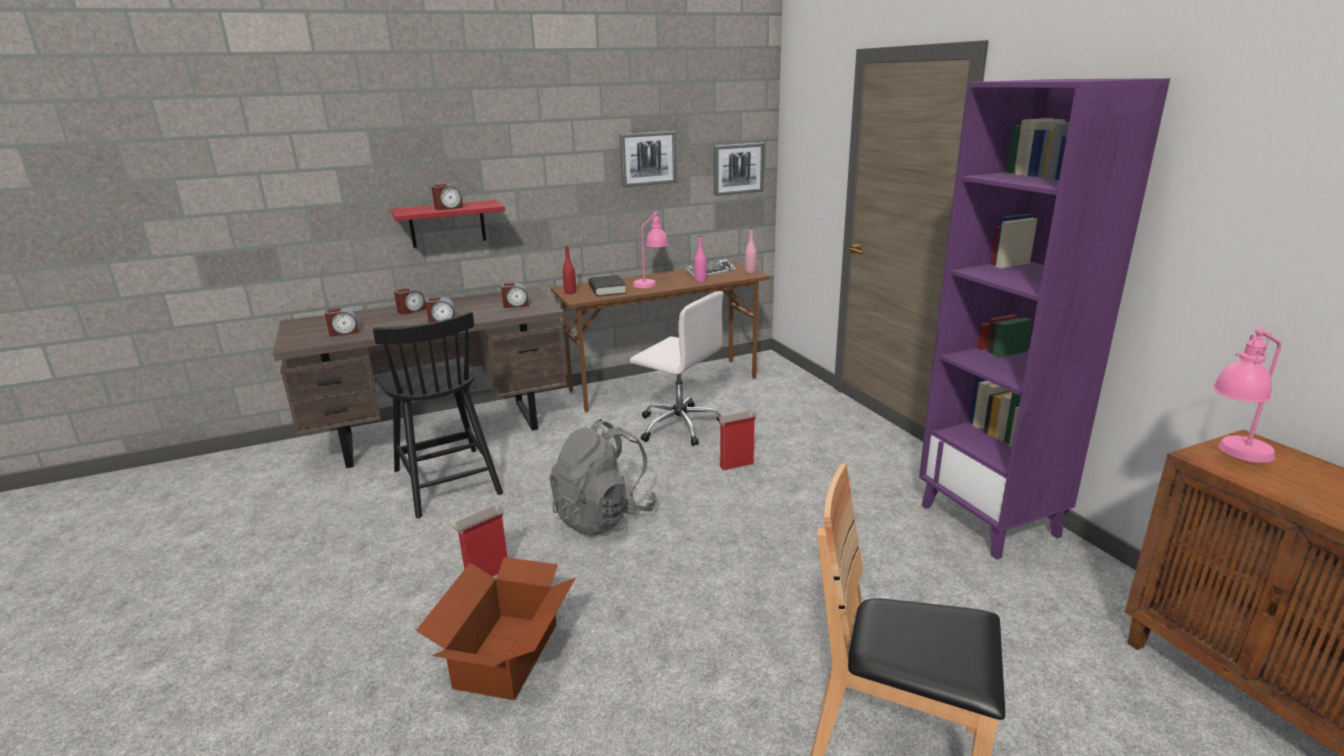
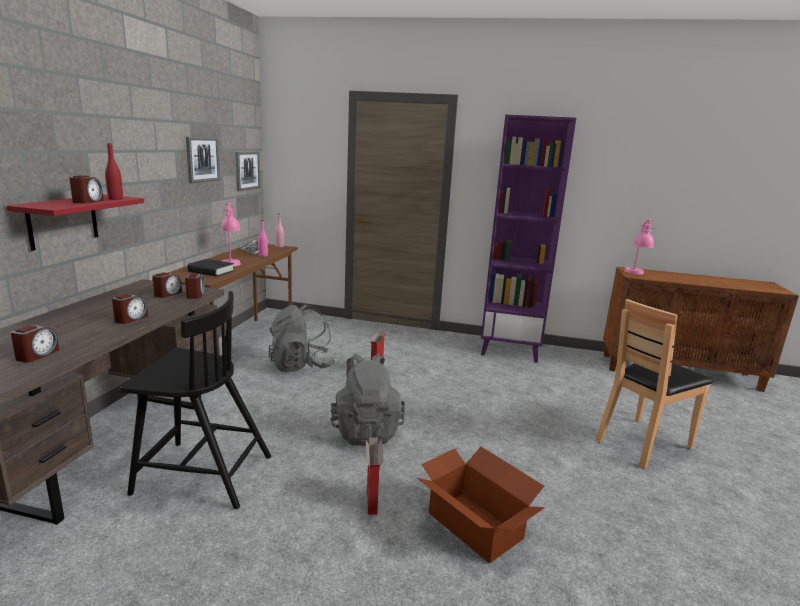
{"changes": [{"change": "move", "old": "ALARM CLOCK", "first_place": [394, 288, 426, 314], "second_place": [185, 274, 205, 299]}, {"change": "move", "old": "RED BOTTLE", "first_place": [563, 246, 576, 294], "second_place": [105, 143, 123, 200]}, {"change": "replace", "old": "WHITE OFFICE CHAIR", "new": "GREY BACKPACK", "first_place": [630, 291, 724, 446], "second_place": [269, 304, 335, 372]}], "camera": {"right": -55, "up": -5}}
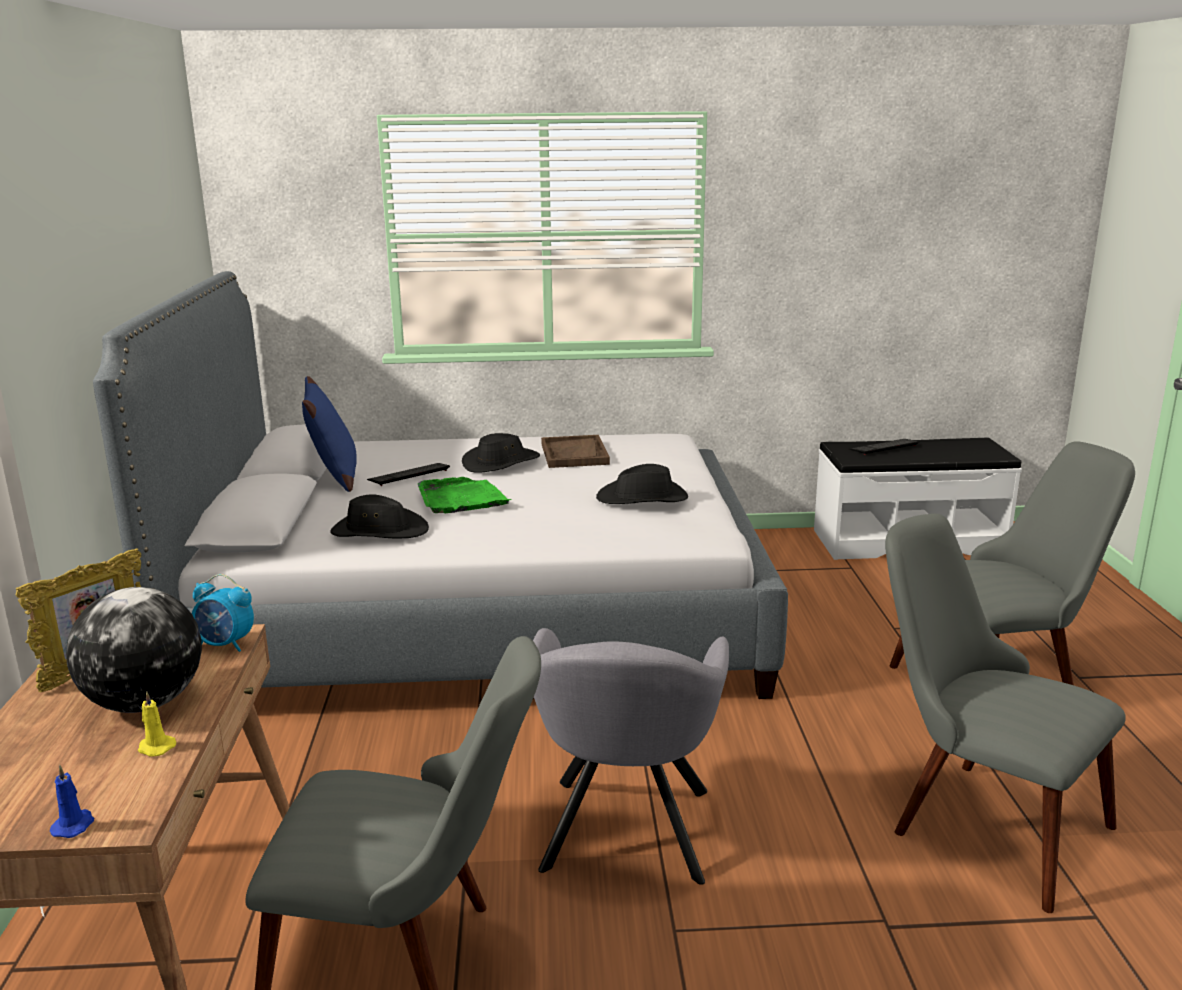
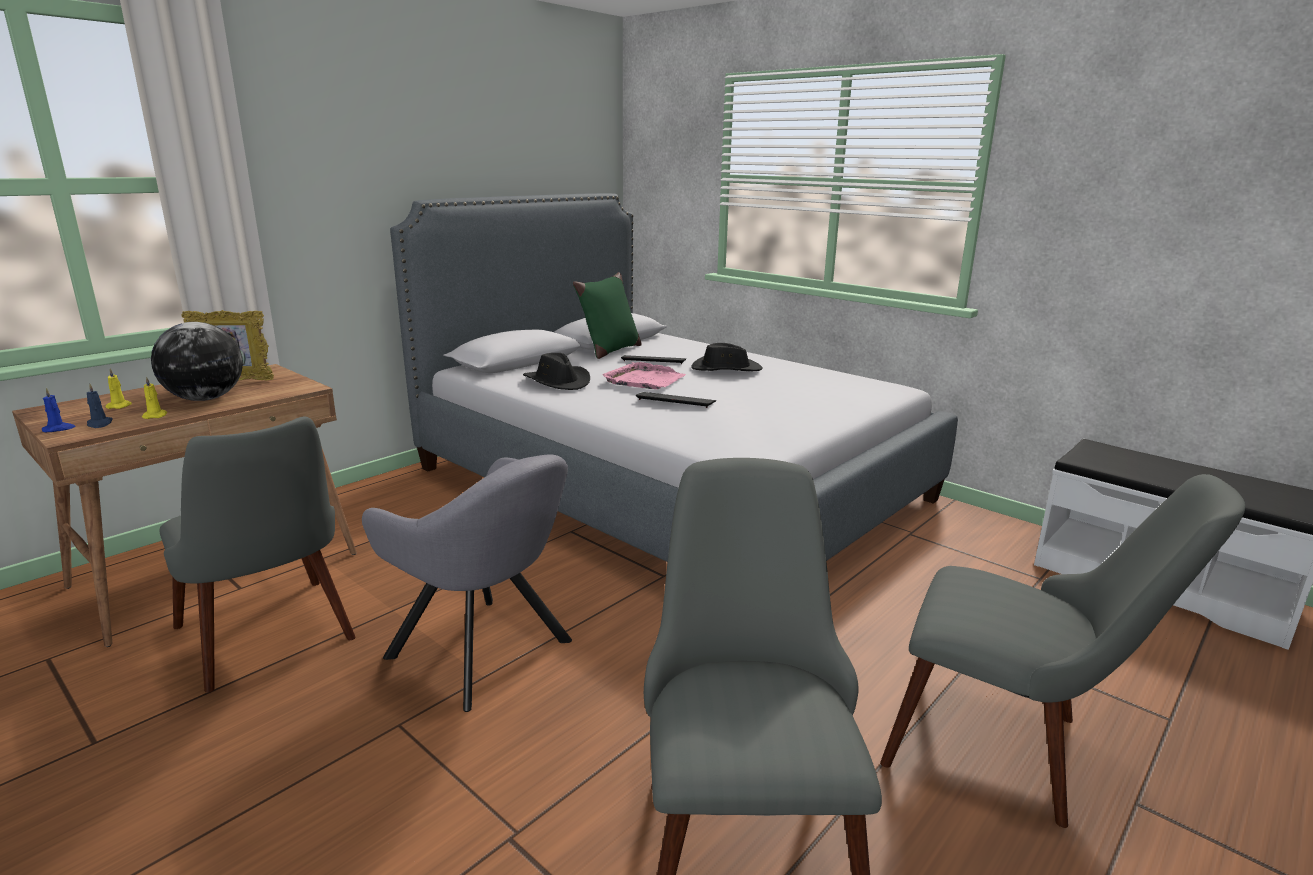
{"changes": [{"change": "delete", "old": "ALARM CLOCK", "first_place": [192, 574, 254, 652]}, {"change": "delete", "old": "BROWN TRAY", "first_place": [541, 435, 610, 468]}, {"change": "delete", "old": "BLACK HAT", "first_place": [596, 464, 688, 504]}, {"change": "insert", "new": "BLUE CANDLE", "second_place": [87, 383, 113, 428]}, {"change": "insert", "new": "YELLOW CANDLE", "second_place": [106, 368, 132, 409]}, {"change": "move", "old": "KEYBOARD", "first_place": [849, 439, 920, 455], "second_place": [636, 392, 716, 408]}, {"change": "recolor", "old": "BLUE PILLOW", "new": "GREEN PILLOW", "first_place": [302, 376, 357, 492], "second_place": [573, 272, 642, 359]}, {"change": "recolor", "old": "GREEN TRAY", "new": "PINK TRAY", "first_place": [417, 477, 512, 513], "second_place": [602, 362, 686, 389]}, {"change": "rotate", "old": "GREY ARMCHAIR", "first_place": [533, 628, 729, 885], "second_place": [362, 455, 572, 712], "degrees": -105}], "camera": {"right": 45, "up": 0}}
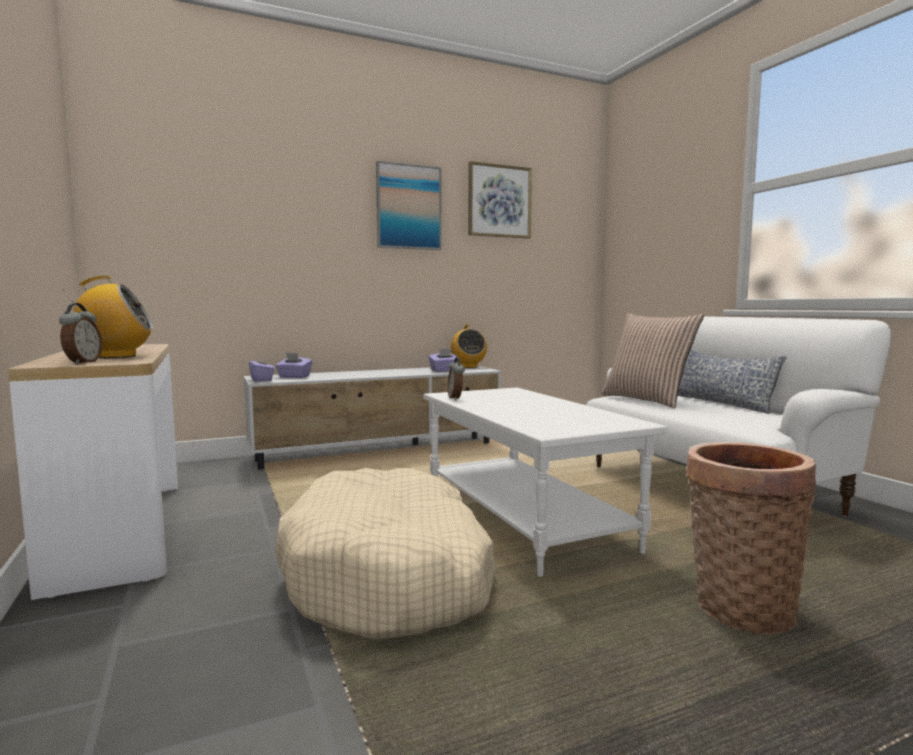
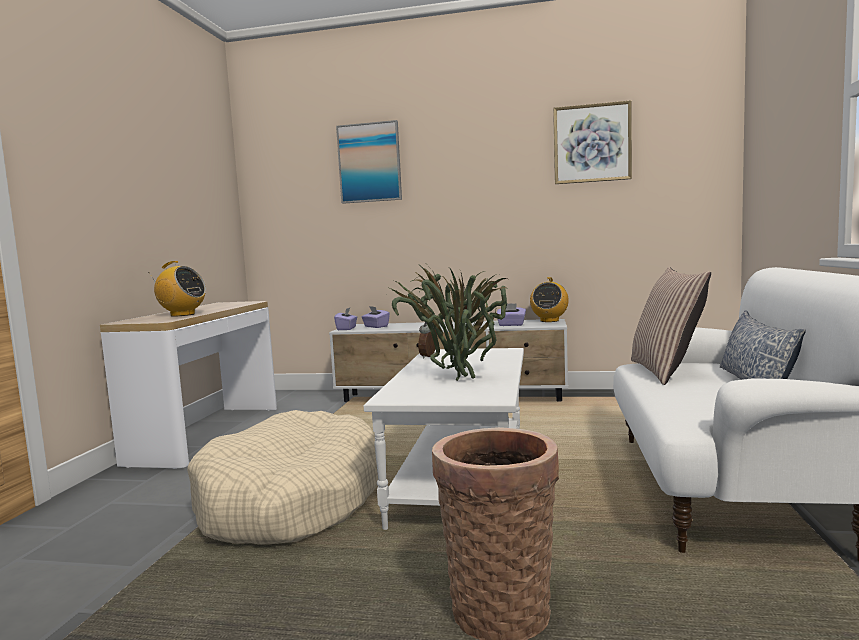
{"changes": [{"change": "delete", "old": "ALARM CLOCK", "first_place": [59, 303, 102, 365]}, {"change": "insert", "new": "POTTED PLANT", "second_place": [388, 266, 507, 381]}, {"change": "move", "old": "PICTURE", "first_place": [376, 161, 442, 250], "second_place": [336, 120, 402, 204]}], "camera": {"right": 35, "up": 0}}
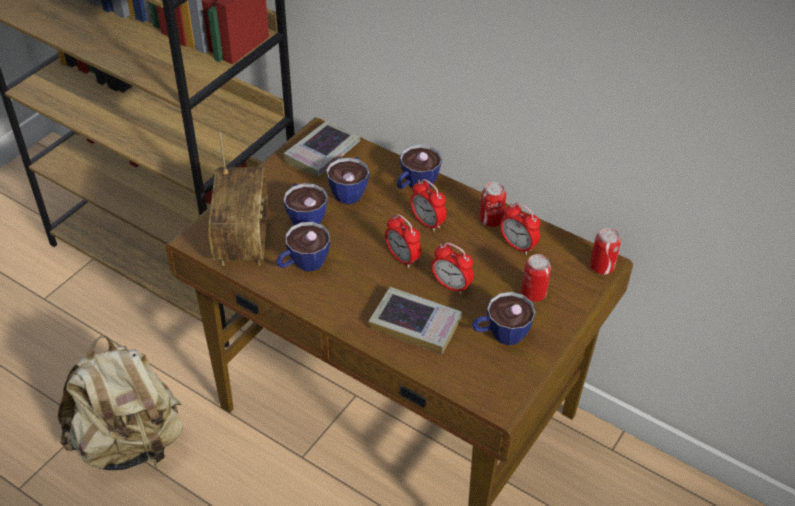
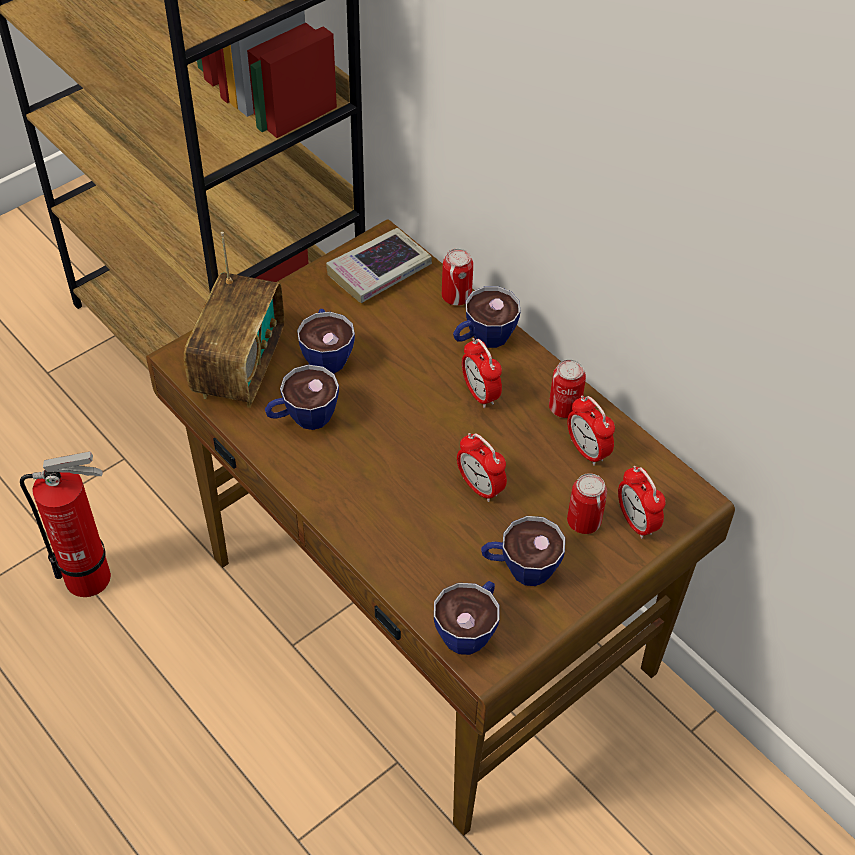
{"changes": [{"change": "delete", "old": "BOOK", "first_place": [368, 287, 462, 354]}, {"change": "move", "old": "CUP", "first_place": [326, 157, 369, 204], "second_place": [434, 581, 500, 655]}, {"change": "move", "old": "ALARM CLOCK", "first_place": [385, 214, 421, 268], "second_place": [618, 466, 666, 539]}, {"change": "move", "old": "CAN", "first_place": [590, 228, 621, 274], "second_place": [442, 249, 473, 305]}, {"change": "replace", "old": "BEIGE BACKPACK", "new": "FIRE EXTINGUISHER", "first_place": [58, 335, 183, 470], "second_place": [20, 452, 111, 597]}], "camera": {"right": 15, "up": 5}}
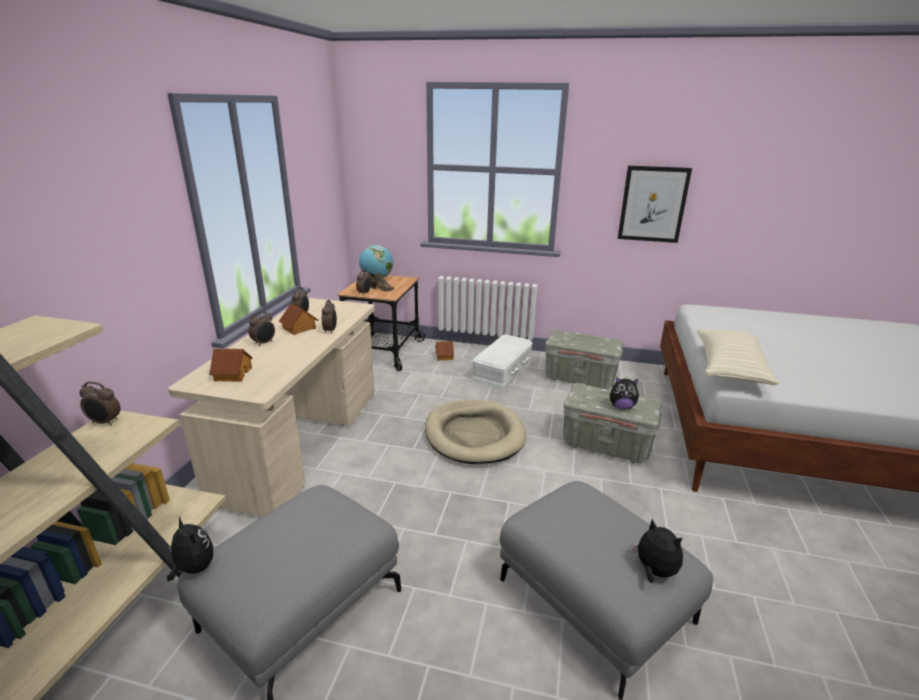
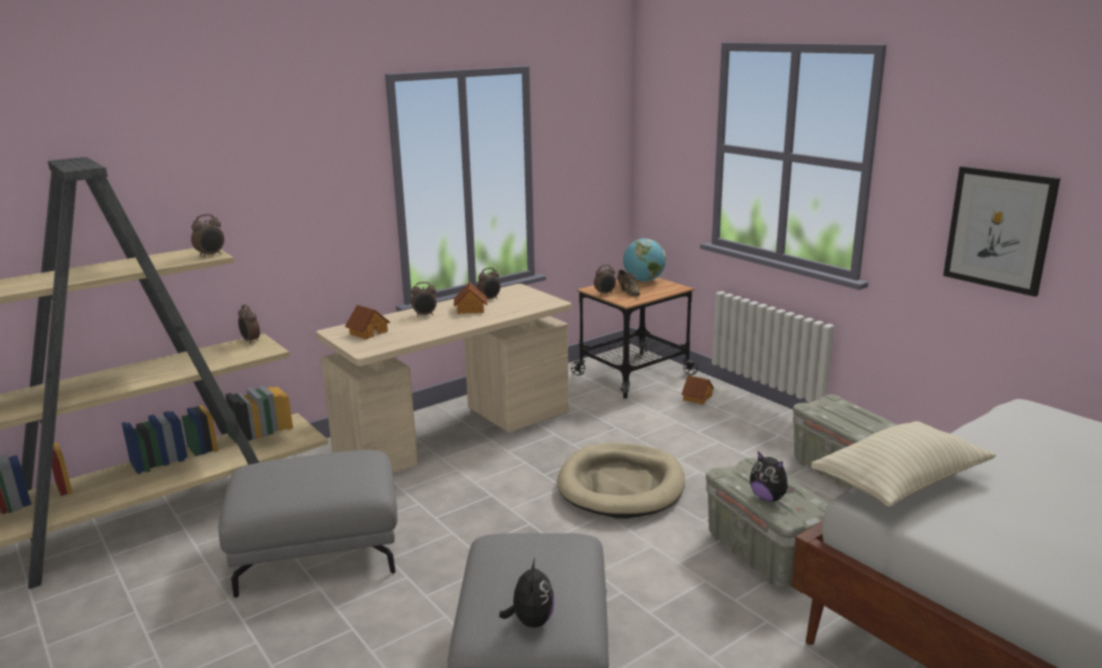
{"changes": [{"change": "delete", "old": "PLUSH TOY", "first_place": [167, 517, 213, 581]}, {"change": "delete", "old": "WHITE STORAGE BOX", "first_place": [472, 334, 533, 390]}, {"change": "move", "old": "ALARM CLOCK", "first_place": [322, 300, 337, 334], "second_place": [191, 214, 224, 258]}], "camera": {"right": 40, "up": -5}}
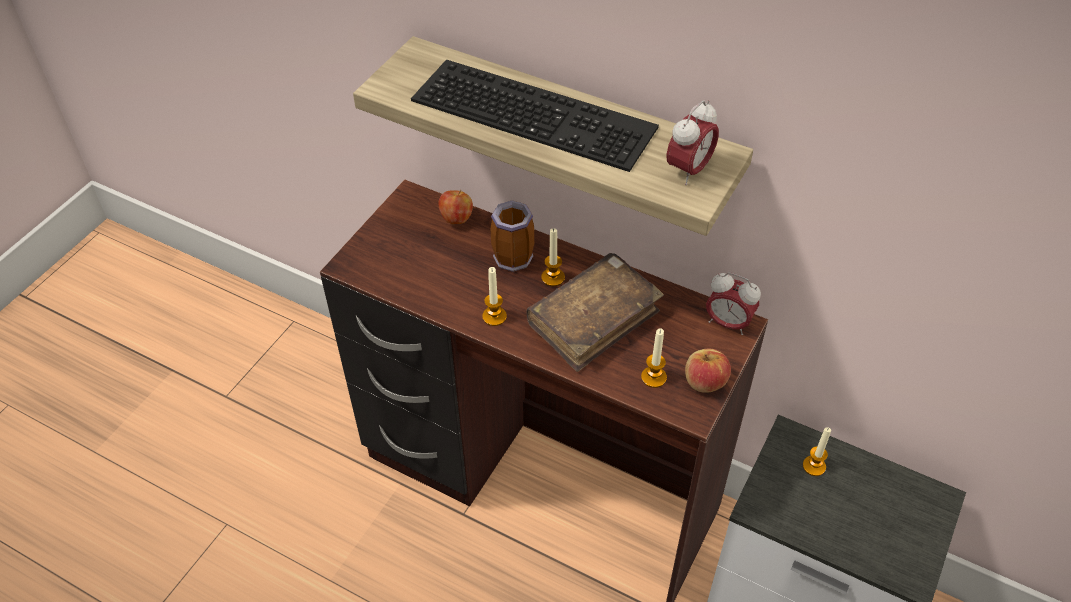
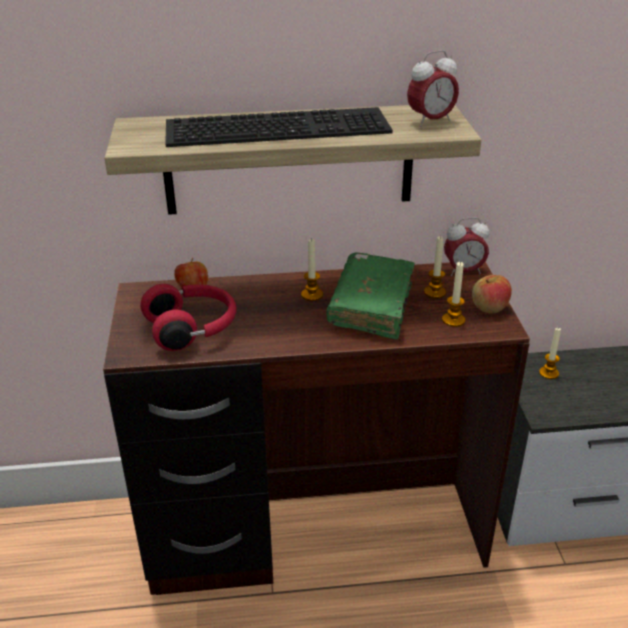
{"changes": [{"change": "delete", "old": "MUG", "first_place": [490, 200, 534, 272]}, {"change": "insert", "new": "RED HEADPHONES", "second_place": [140, 284, 236, 351]}, {"change": "move", "old": "CANDLE", "first_place": [482, 267, 507, 326], "second_place": [424, 236, 446, 298]}, {"change": "recolor", "old": "BROWN BOOK", "new": "GREEN BOOK", "first_place": [526, 253, 664, 372], "second_place": [326, 253, 415, 340]}, {"change": "rotate", "old": "ALARM CLOCK", "first_place": [667, 100, 719, 185], "second_place": [407, 50, 459, 127], "degrees": 60}], "camera": {"right": -35, "up": -15}}
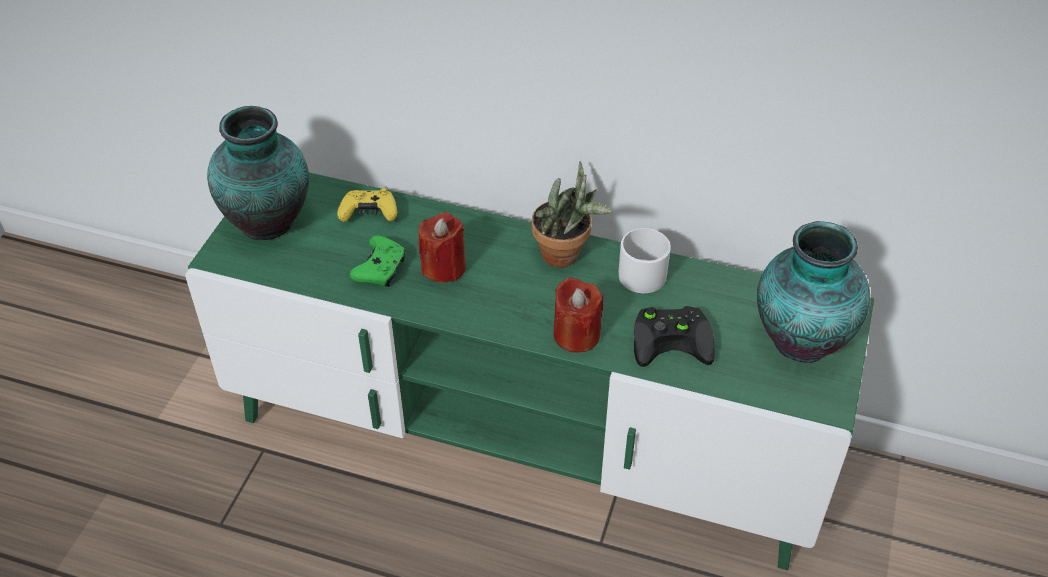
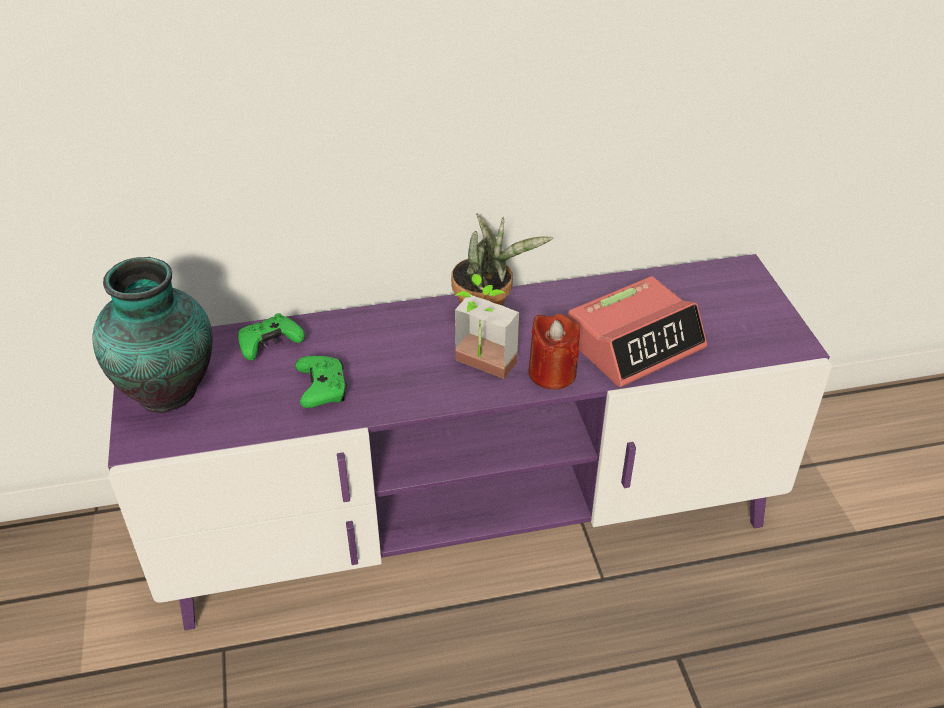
{"changes": [{"change": "delete", "old": "RED CANDLE", "first_place": [418, 212, 466, 283]}, {"change": "delete", "old": "WHITE MUG", "first_place": [619, 228, 671, 293]}, {"change": "delete", "old": "VASE", "first_place": [757, 221, 870, 363]}, {"change": "insert", "new": "POTTED PLANT", "second_place": [455, 274, 519, 379]}, {"change": "replace", "old": "BLACK GAME CONTROLLER", "new": "ALARM CLOCK", "first_place": [634, 306, 715, 367], "second_place": [568, 276, 707, 387]}, {"change": "recolor", "old": "GREEN TV STAND", "new": "PURPLE TV STAND", "first_place": [185, 172, 874, 570], "second_place": [108, 254, 832, 630]}, {"change": "recolor", "old": "YELLOW GAME CONTROLLER", "new": "GREEN GAME CONTROLLER", "first_place": [337, 188, 397, 222], "second_place": [238, 313, 305, 360]}], "camera": {"right": -30, "up": -5}}
